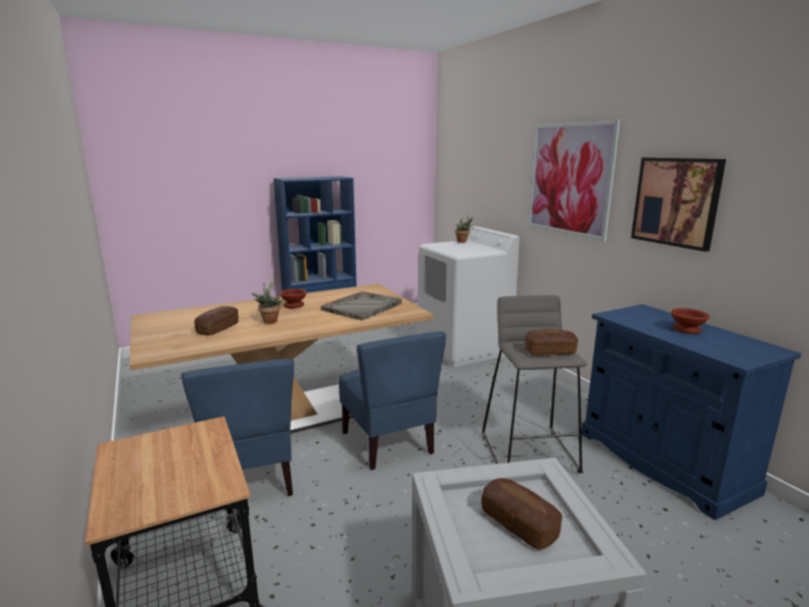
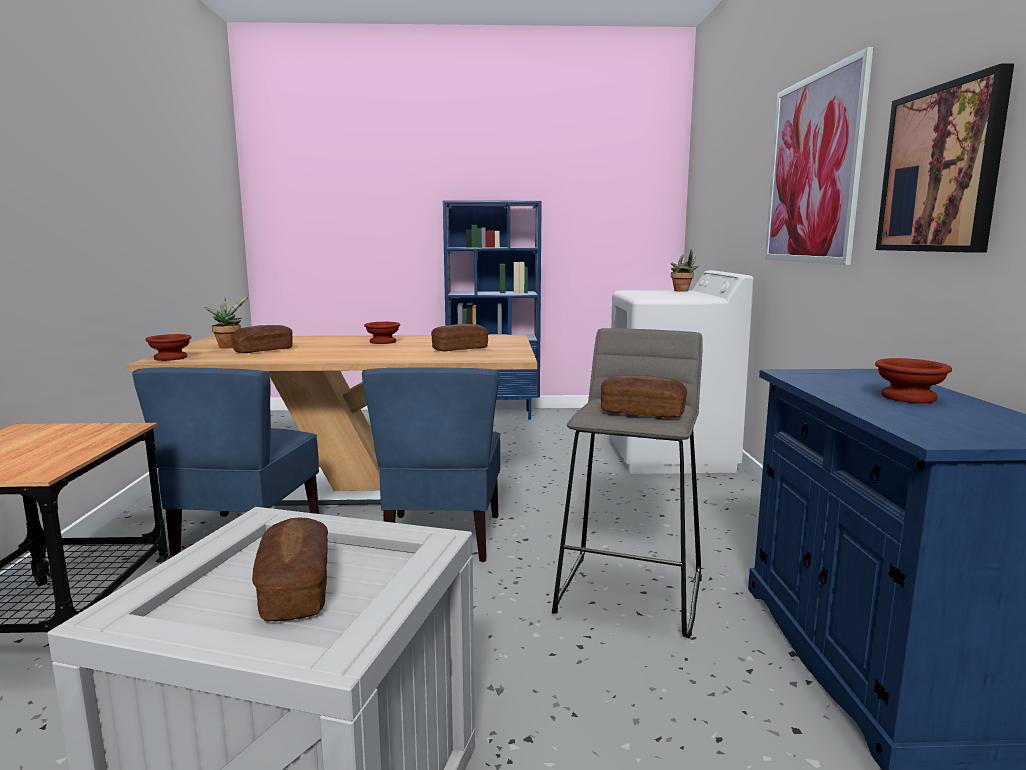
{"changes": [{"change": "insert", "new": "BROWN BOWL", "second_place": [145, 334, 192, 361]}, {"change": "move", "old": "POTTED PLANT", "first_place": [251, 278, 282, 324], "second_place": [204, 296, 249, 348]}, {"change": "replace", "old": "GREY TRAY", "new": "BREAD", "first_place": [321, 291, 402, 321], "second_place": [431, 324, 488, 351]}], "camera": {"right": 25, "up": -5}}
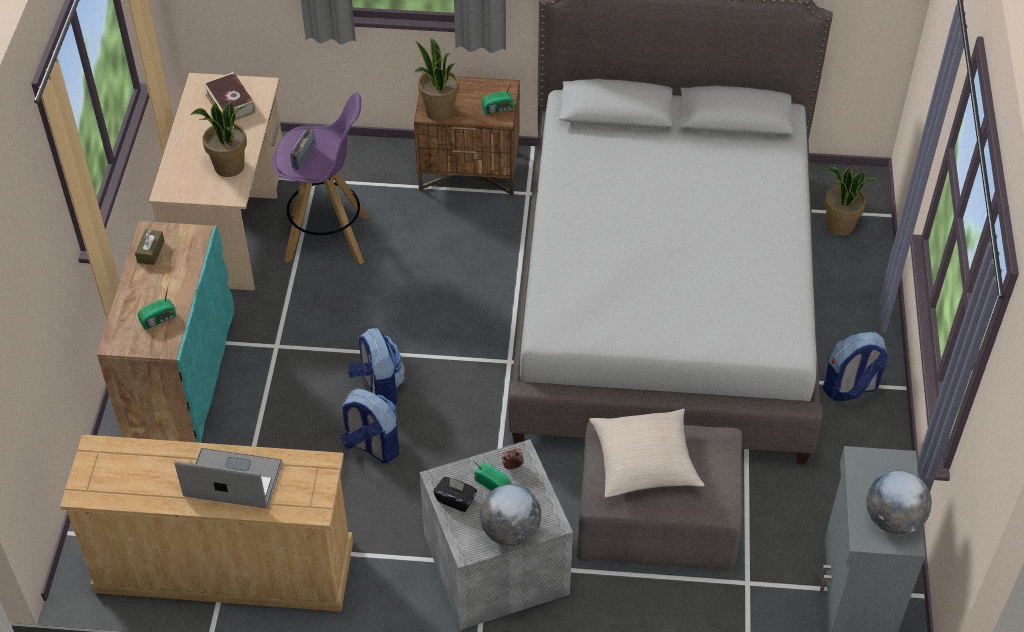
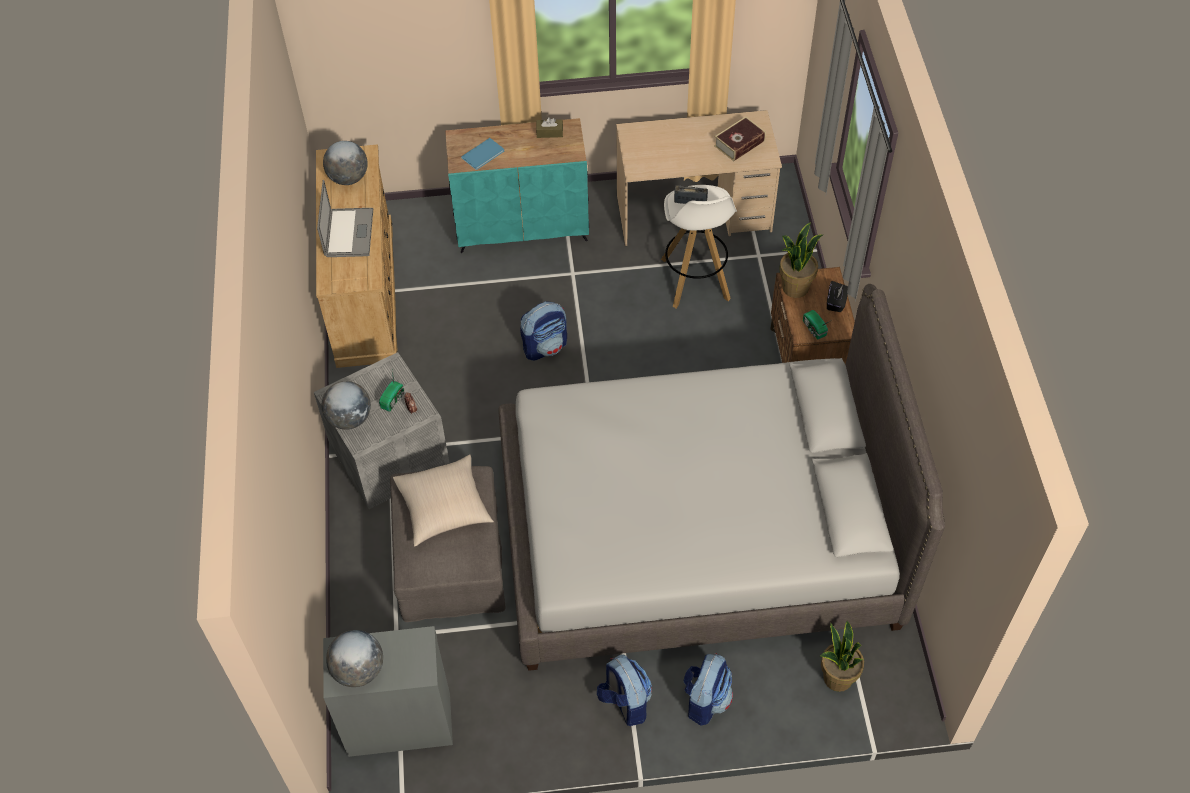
{"changes": [{"change": "delete", "old": "POTTED PLANT", "first_place": [191, 101, 247, 177]}, {"change": "insert", "new": "GLOBE", "second_place": [323, 141, 368, 185]}, {"change": "move", "old": "BACKPACK", "first_place": [341, 388, 400, 463], "second_place": [684, 653, 733, 726]}, {"change": "move", "old": "BLACK TISSUE BOX", "first_place": [433, 477, 477, 512], "second_place": [827, 281, 848, 312]}, {"change": "replace", "old": "RADIO", "new": "BLUE BOOK", "first_place": [138, 287, 176, 330], "second_place": [461, 138, 504, 170]}, {"change": "recolor", "old": "PURPLE STOOL", "new": "WHITE STOOL", "first_place": [272, 92, 369, 264], "second_place": [661, 185, 737, 308]}], "camera": {"right": 80, "up": 5}}
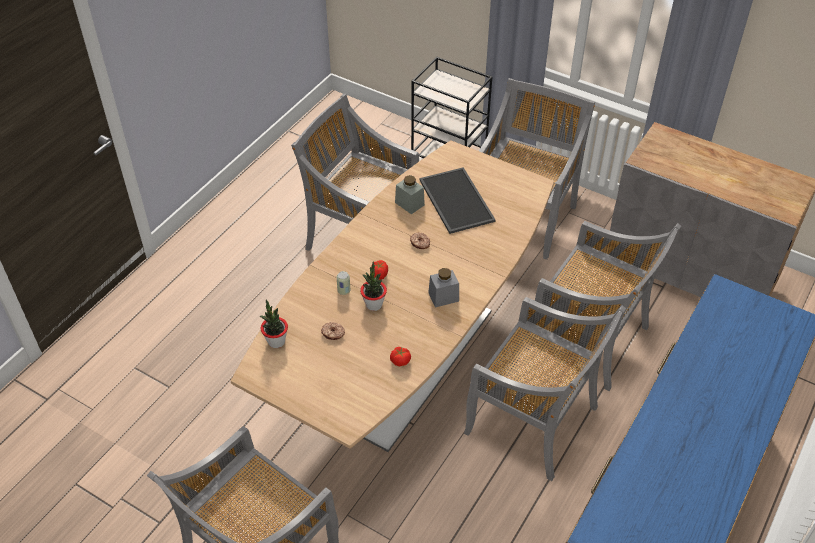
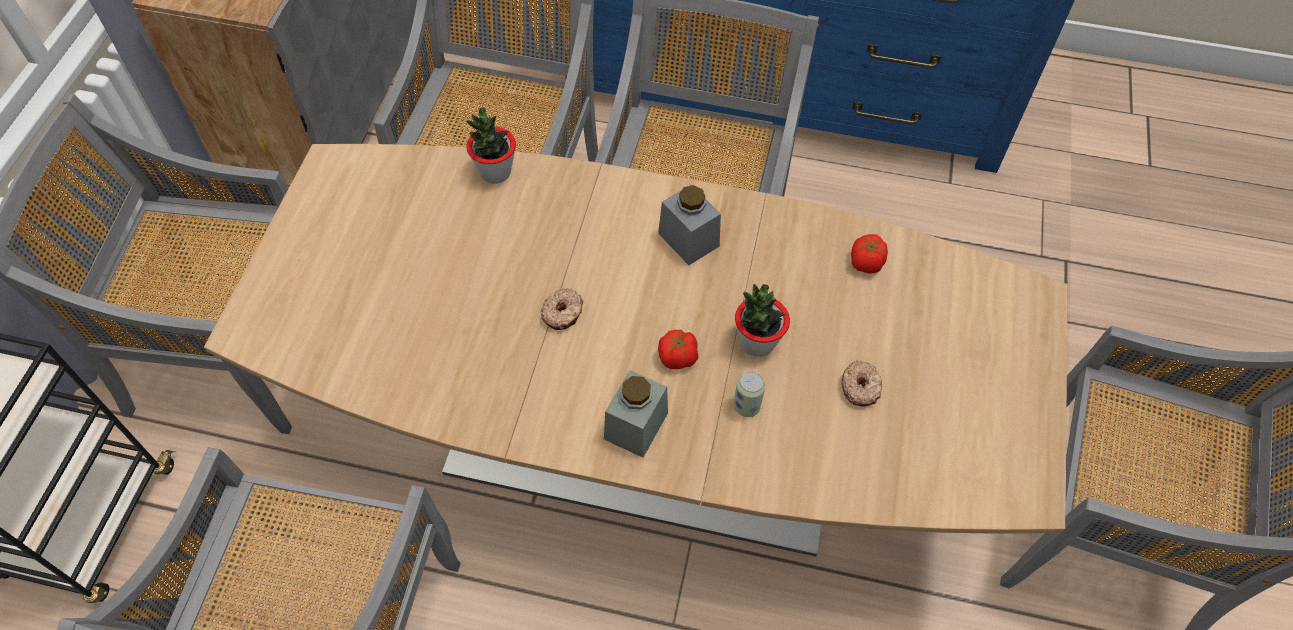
{"changes": [{"change": "delete", "old": "TRAY", "first_place": [419, 167, 496, 234]}, {"change": "move", "old": "POTTED PLANT", "first_place": [260, 299, 288, 348], "second_place": [466, 108, 516, 184]}, {"change": "move", "old": "GREY JAR", "first_place": [395, 175, 425, 214], "second_place": [604, 370, 668, 458]}], "camera": {"right": -110, "up": 10}}
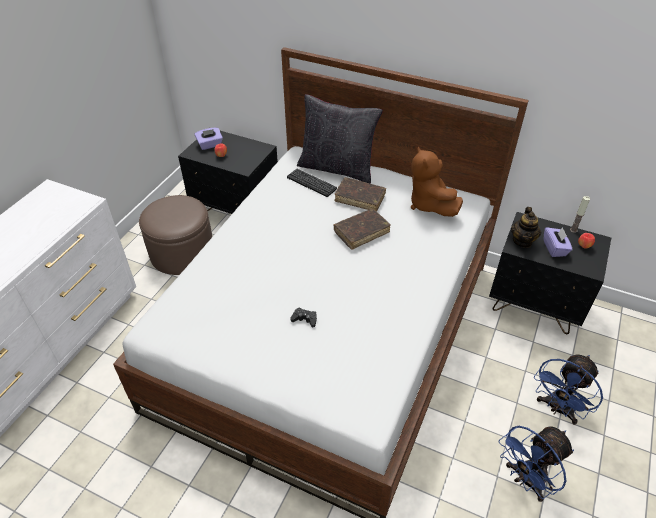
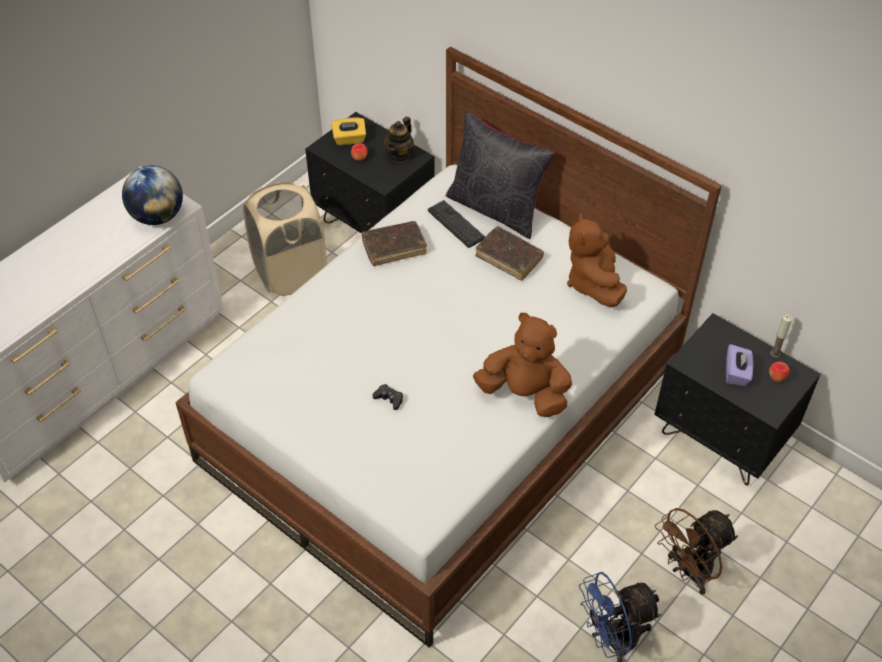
{"changes": [{"change": "insert", "new": "GLOBE", "second_place": [122, 166, 183, 225]}, {"change": "insert", "new": "BROWN PLUSH TOY", "second_place": [473, 313, 572, 417]}, {"change": "move", "old": "BROWN BOOK", "first_place": [334, 209, 391, 250], "second_place": [361, 221, 427, 266]}, {"change": "move", "old": "TEAPOT", "first_place": [511, 207, 541, 248], "second_place": [384, 117, 414, 162]}, {"change": "replace", "old": "BROWN OTTOMAN", "new": "BEIGE LAUNDRY BASKET", "first_place": [139, 195, 212, 275], "second_place": [243, 182, 327, 296]}, {"change": "recolor", "old": "PURPLE TISSUE BOX", "new": "YELLOW TISSUE BOX", "first_place": [194, 128, 223, 150], "second_place": [331, 118, 366, 145]}, {"change": "recolor", "old": "BLUE FAN", "new": "BROWN FAN", "first_place": [534, 355, 603, 425], "second_place": [655, 508, 738, 595]}], "camera": {"right": 15, "up": 5}}
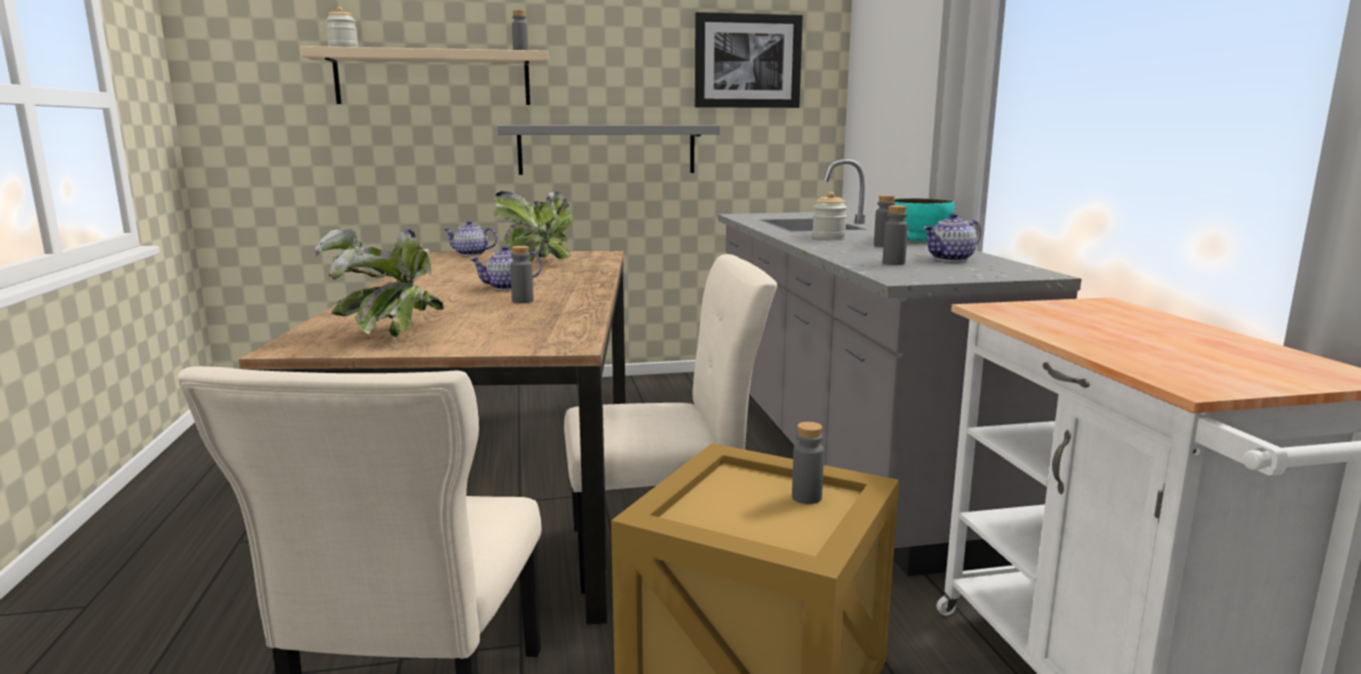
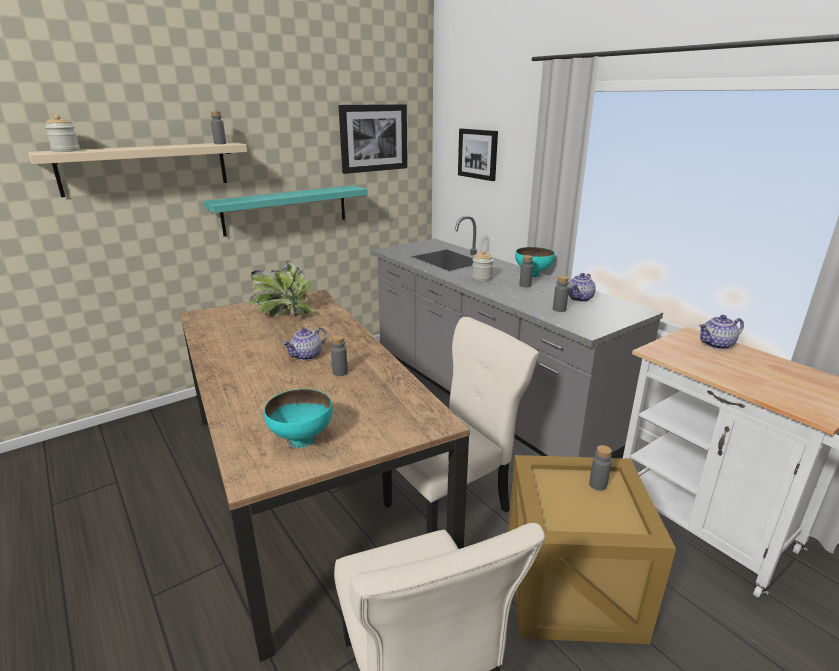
{"changes": [{"change": "insert", "new": "PICTURE", "second_place": [458, 129, 498, 181]}, {"change": "move", "old": "TEAPOT", "first_place": [443, 221, 497, 256], "second_place": [699, 315, 744, 350]}, {"change": "replace", "old": "POTTED PLANT", "new": "TURQUOISE BOWL", "first_place": [315, 229, 444, 338], "second_place": [264, 389, 333, 448]}, {"change": "recolor", "old": "GREY SHELF", "new": "TURQUOISE SHELF", "first_place": [497, 125, 720, 175], "second_place": [204, 185, 368, 237]}], "camera": {"right": -25, "up": 10}}
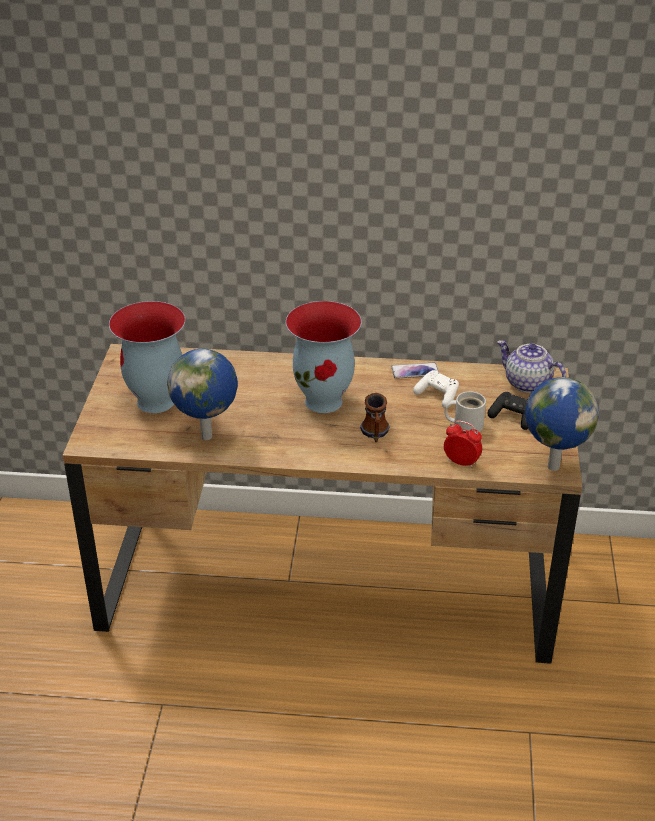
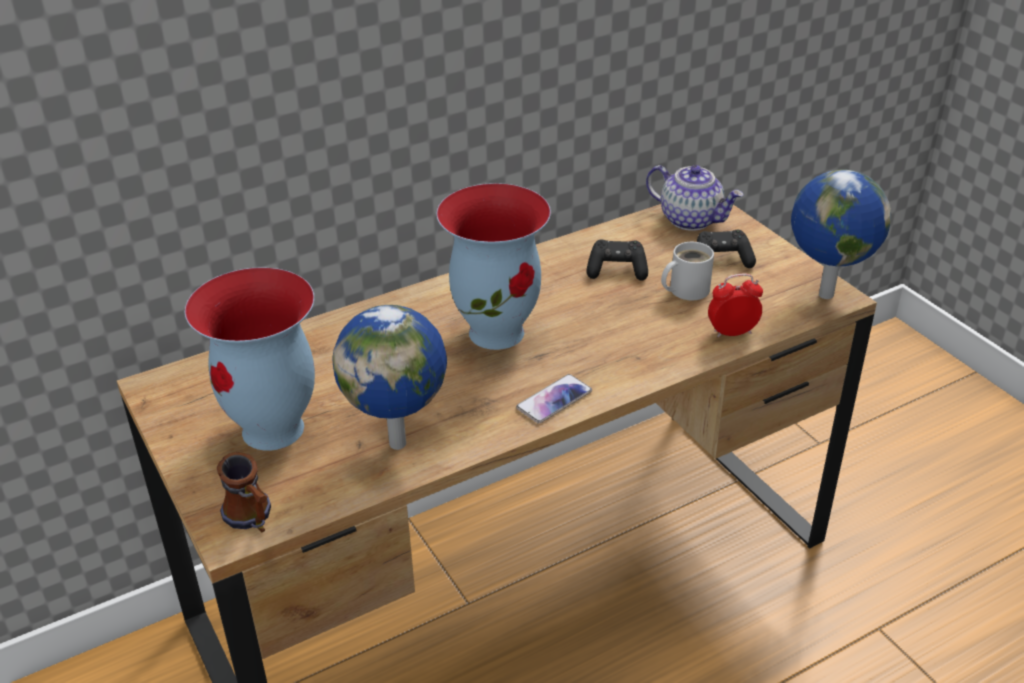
{"changes": [{"change": "move", "old": "MUG", "first_place": [360, 393, 390, 442], "second_place": [217, 452, 271, 532]}, {"change": "move", "old": "PHONE", "first_place": [391, 362, 439, 379], "second_place": [516, 374, 592, 424]}, {"change": "recolor", "old": "WHITE GAME CONTROLLER", "new": "BLACK GAME CONTROLLER", "first_place": [413, 370, 459, 408], "second_place": [586, 239, 648, 281]}, {"change": "rotate", "old": "TEAPOT", "first_place": [497, 340, 566, 393], "second_place": [646, 165, 744, 231], "degrees": -150}], "camera": {"right": -35, "up": 0}}
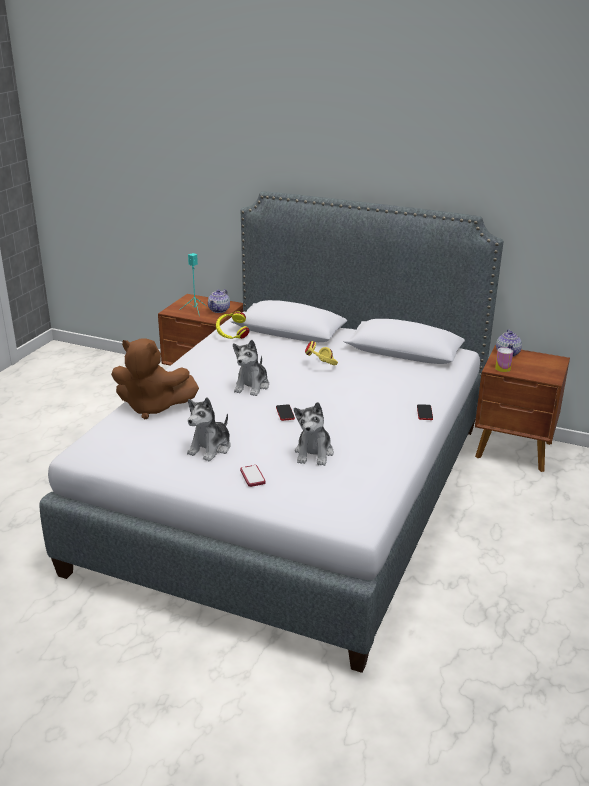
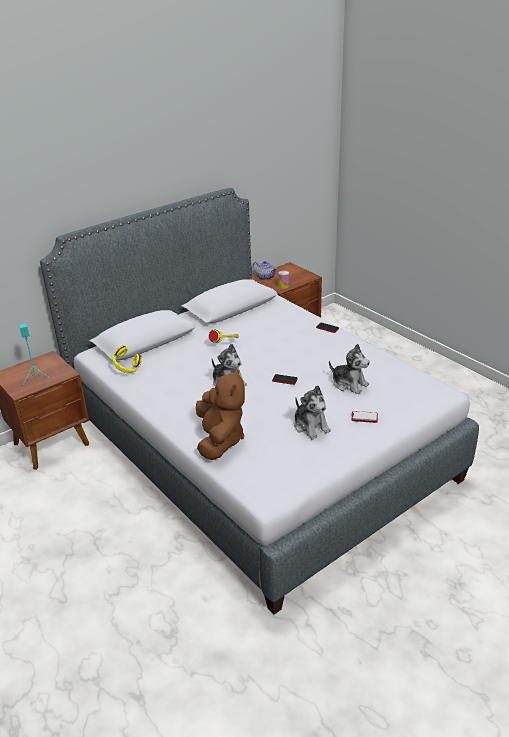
{"changes": [{"change": "delete", "old": "TEAPOT", "first_place": [208, 289, 230, 313]}, {"change": "rotate", "old": "BROWN PLUSH TOY", "first_place": [111, 338, 199, 420], "second_place": [196, 368, 245, 460], "degrees": -45}], "camera": {"right": -60, "up": 5}}
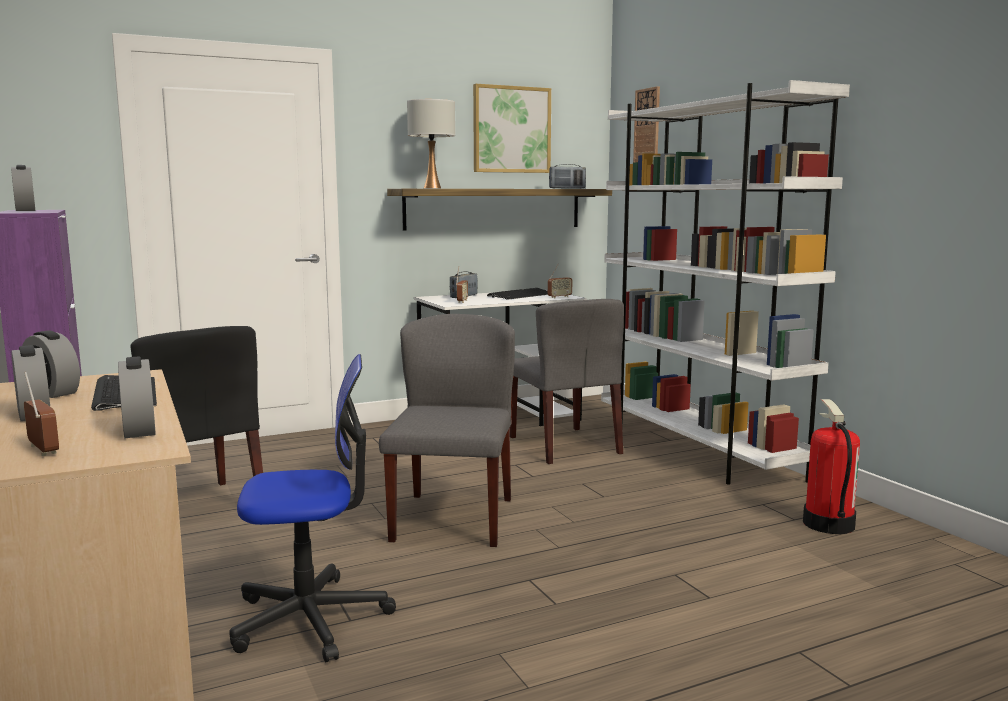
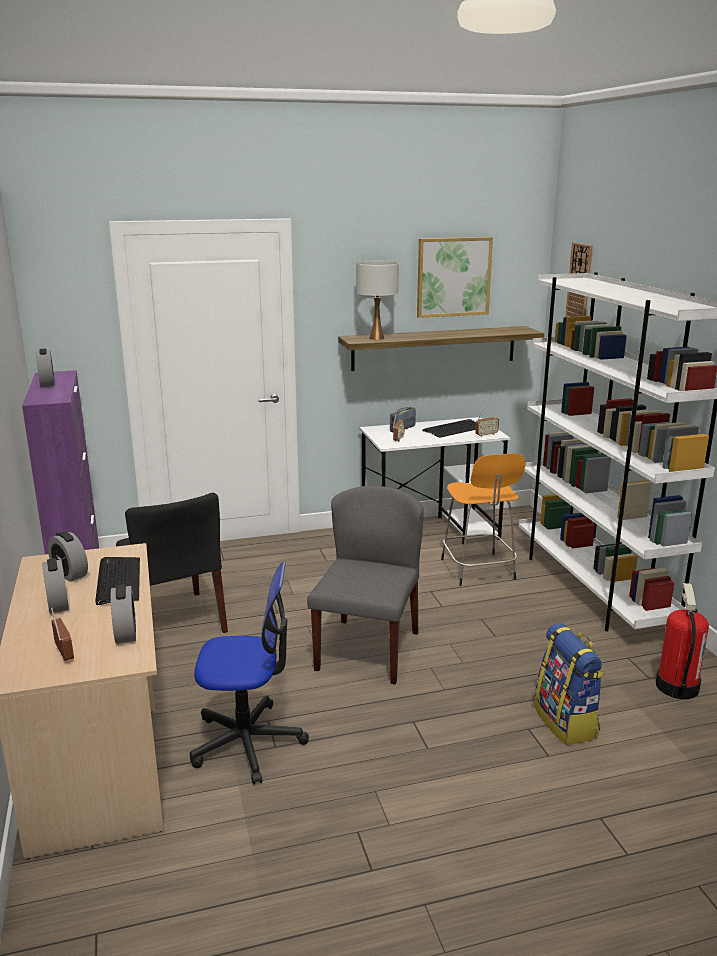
{"changes": [{"change": "delete", "old": "RADIO", "first_place": [549, 164, 586, 189]}, {"change": "insert", "new": "BACKPACK", "second_place": [534, 623, 604, 745]}, {"change": "replace", "old": "GREY CHAIR", "new": "ORANGE STOOL", "first_place": [510, 299, 624, 464], "second_place": [441, 453, 526, 586]}], "camera": {"right": 10, "up": 10}}
